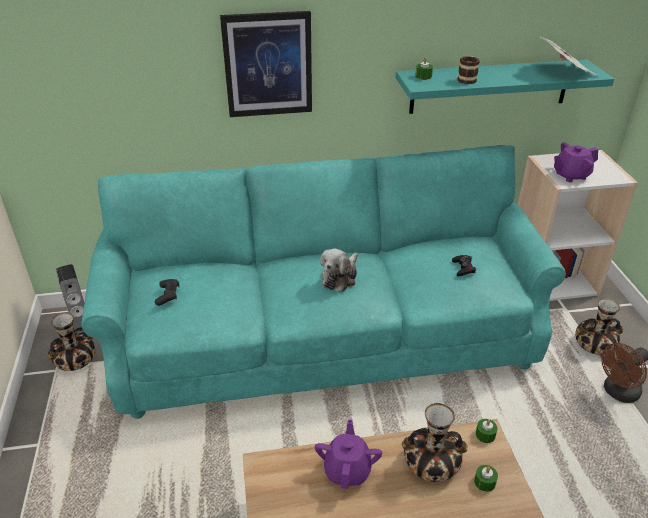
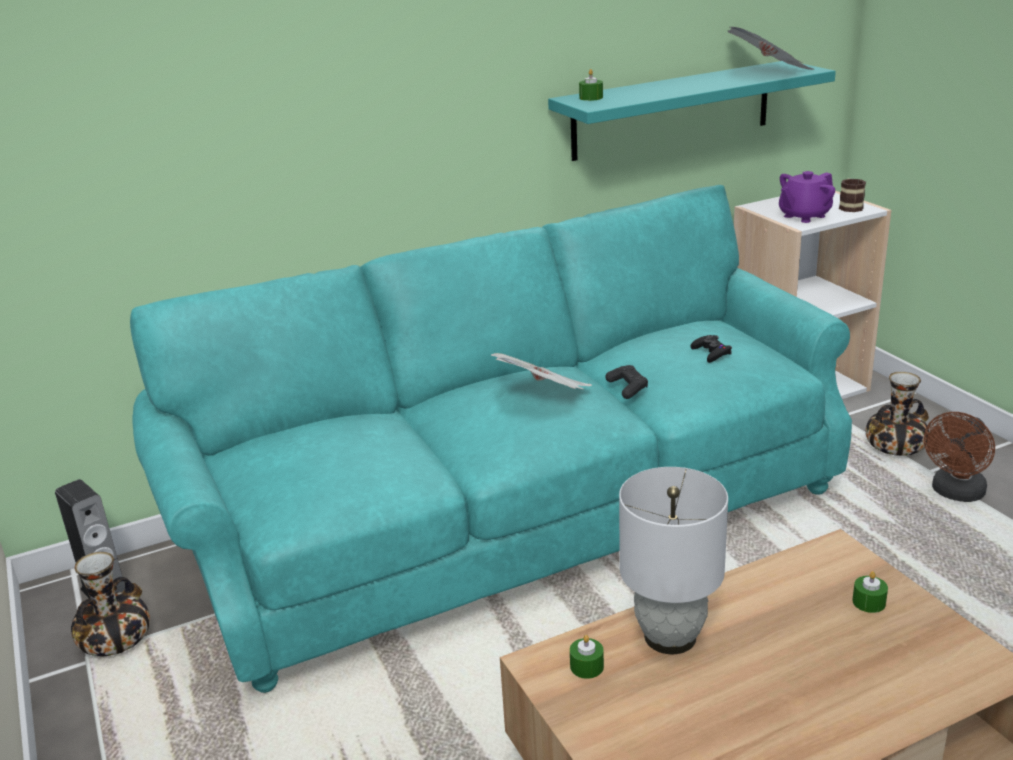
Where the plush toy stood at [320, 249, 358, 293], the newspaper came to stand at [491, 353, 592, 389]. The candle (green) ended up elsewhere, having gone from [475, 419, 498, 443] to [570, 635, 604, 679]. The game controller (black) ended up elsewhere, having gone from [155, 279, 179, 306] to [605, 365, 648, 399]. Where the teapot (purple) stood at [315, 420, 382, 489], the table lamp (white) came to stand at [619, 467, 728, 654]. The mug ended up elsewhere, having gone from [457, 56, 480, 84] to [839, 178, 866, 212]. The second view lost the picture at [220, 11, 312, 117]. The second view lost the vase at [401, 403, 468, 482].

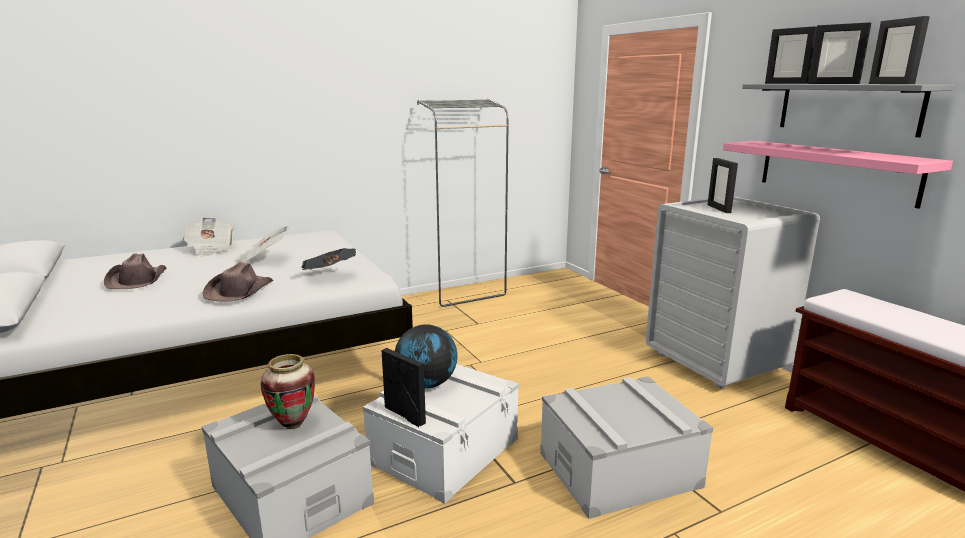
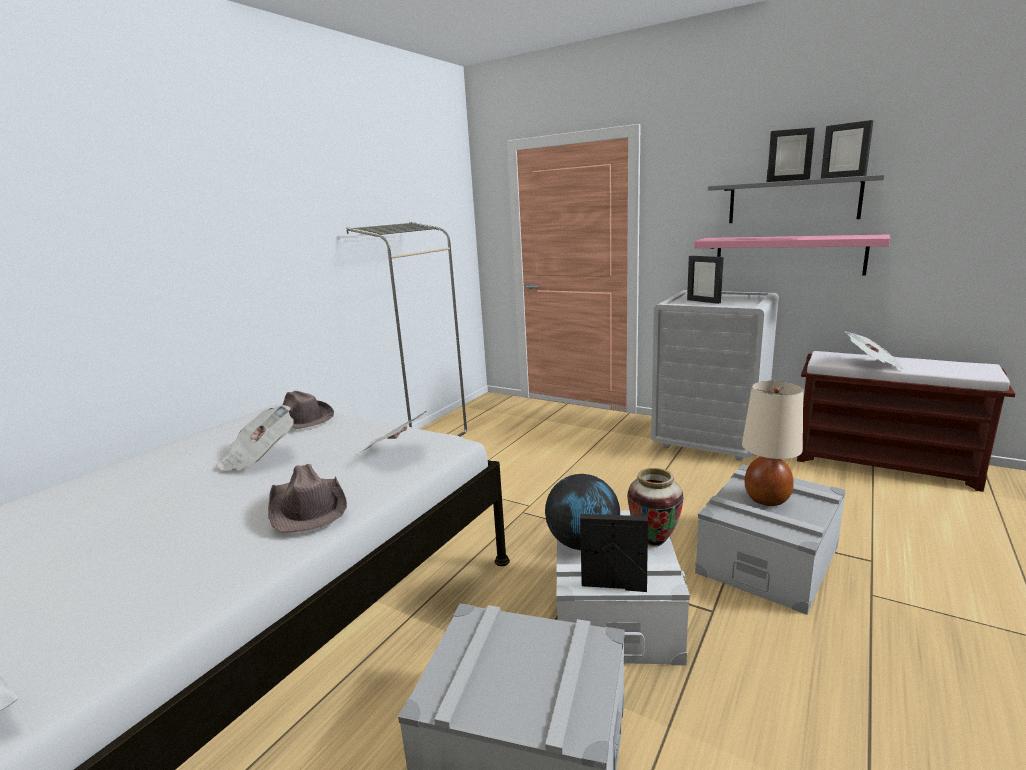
The hat (brown) ended up elsewhere, having gone from [104, 253, 167, 289] to [270, 391, 334, 429]. The vase ended up elsewhere, having gone from [261, 354, 315, 429] to [627, 468, 684, 547]. The second view gained the table lamp (beige) at [742, 381, 803, 506]. The newspaper ended up elsewhere, having gone from [183, 217, 234, 257] to [844, 331, 904, 369]. The second view lost the picture frame at [765, 26, 817, 84].

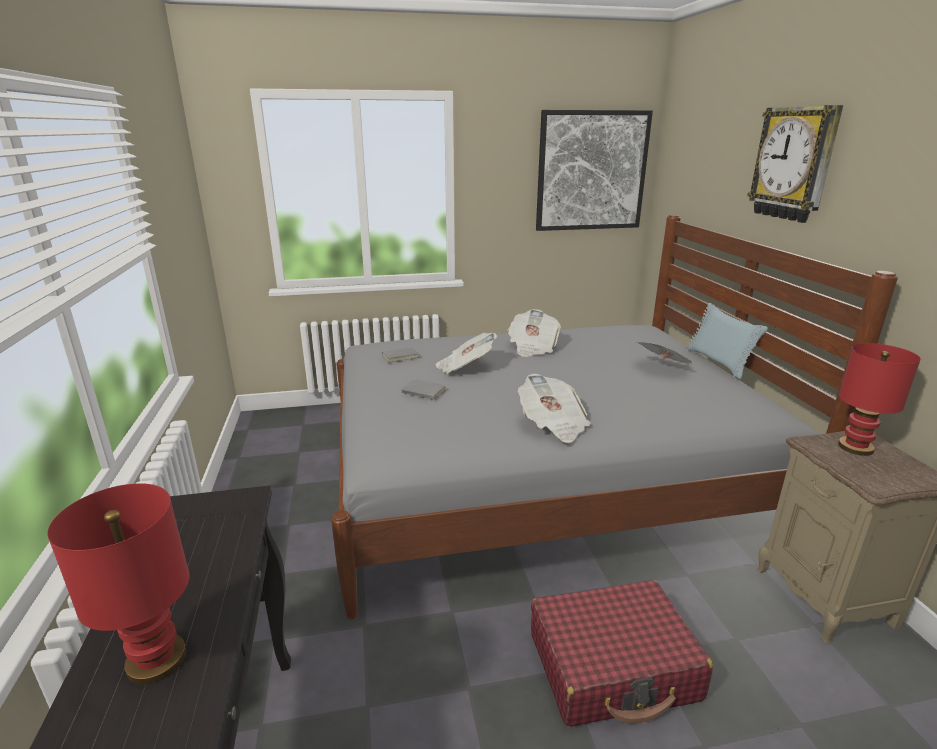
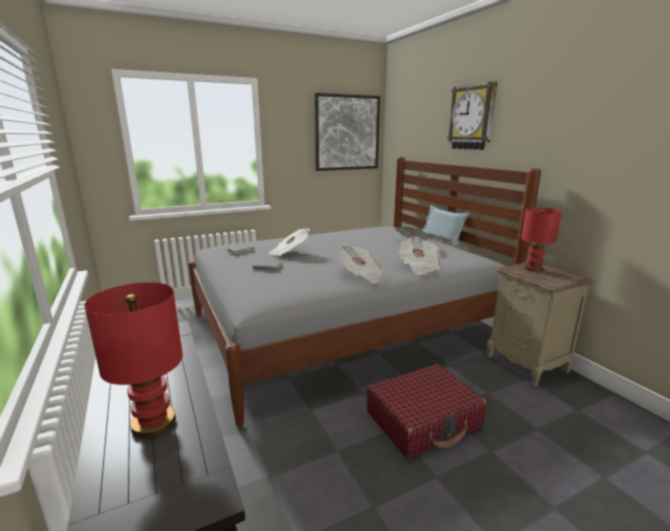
The newspaper ended up elsewhere, having gone from [507, 309, 561, 357] to [398, 237, 441, 275].

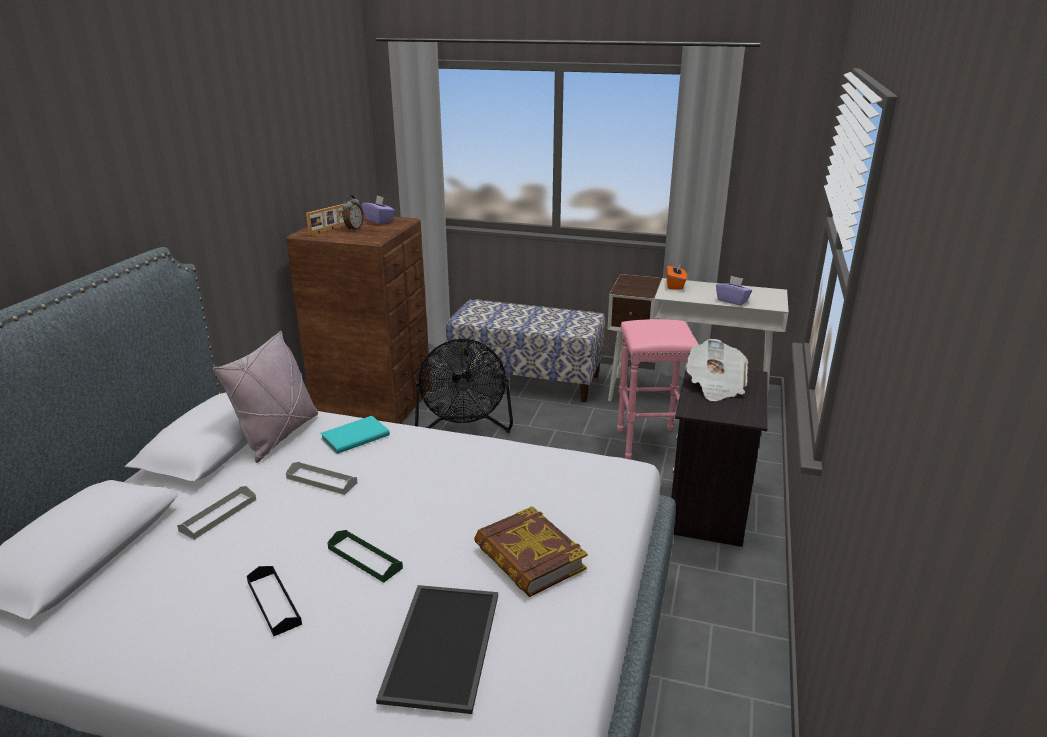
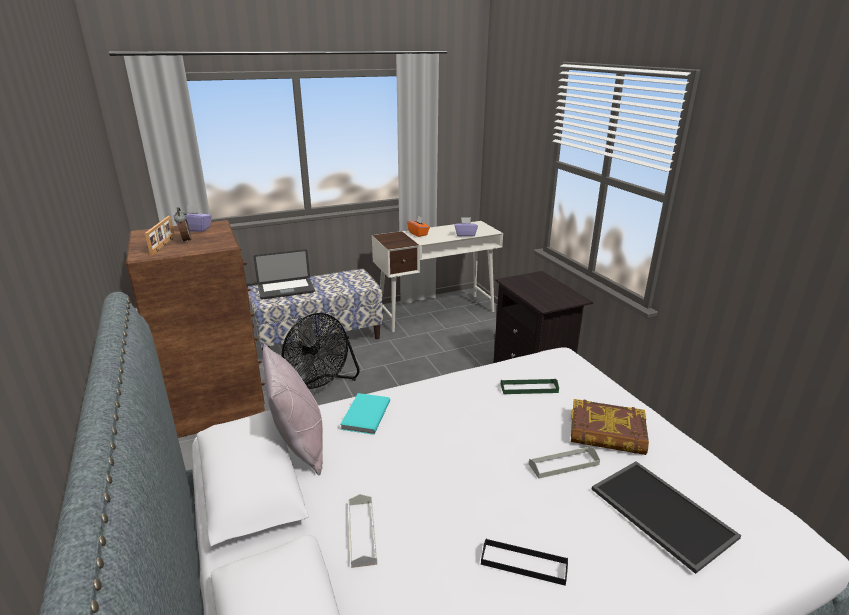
The second view gained the laptop at [254, 249, 315, 299]. The tray (green) ended up elsewhere, having gone from [327, 530, 403, 583] to [501, 378, 559, 394]. The tray (grey) ended up elsewhere, having gone from [286, 462, 357, 495] to [529, 446, 600, 479]. The second view lost the stool (pink) at [617, 319, 699, 459]. The second view lost the newspaper at [685, 339, 748, 401].

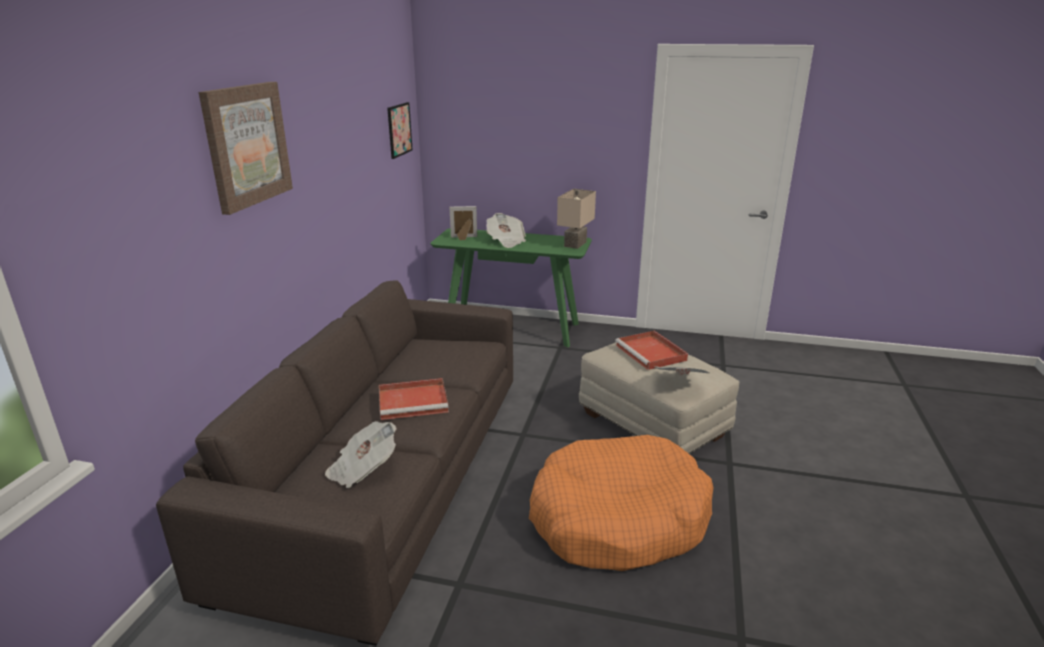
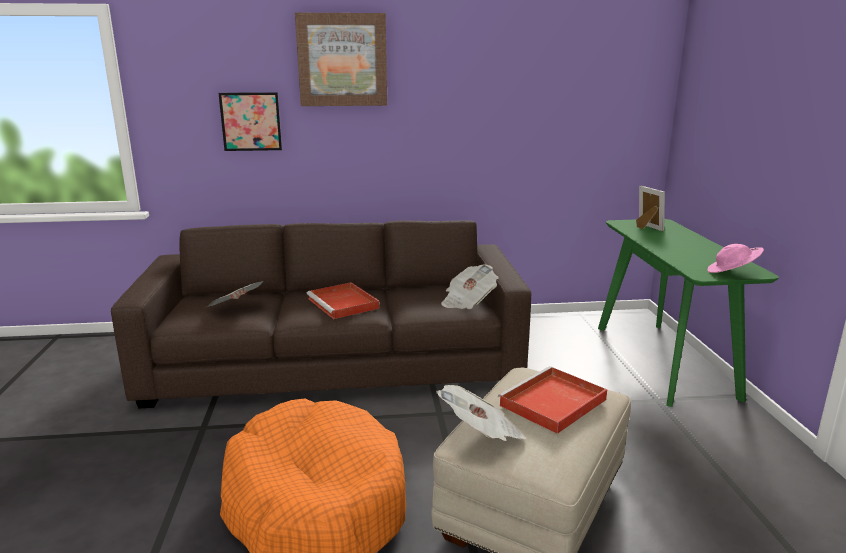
The picture ended up elsewhere, having gone from [387, 102, 413, 159] to [218, 92, 282, 151]. The newspaper ended up elsewhere, having gone from [486, 213, 526, 248] to [441, 264, 498, 309]. Where the table lamp (beige) stood at [557, 189, 596, 249], the hat (pink) came to stand at [707, 244, 764, 273].

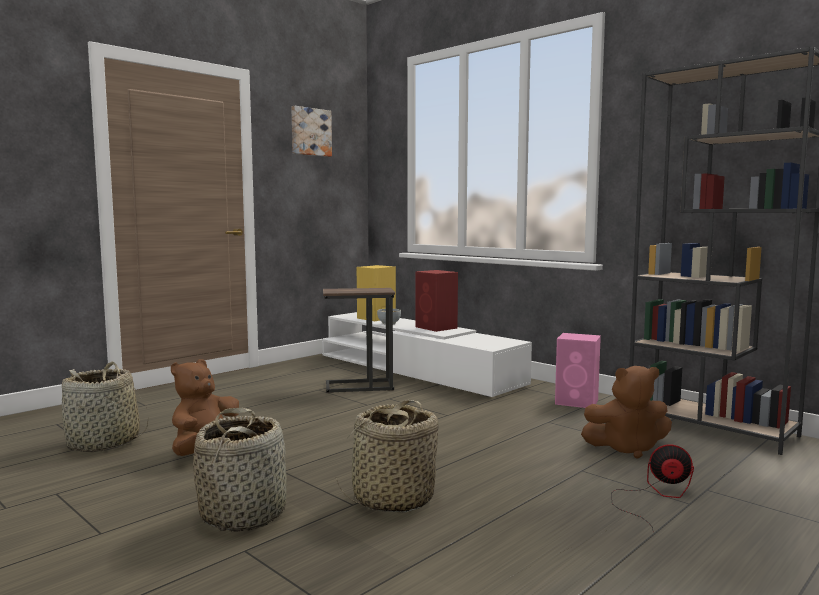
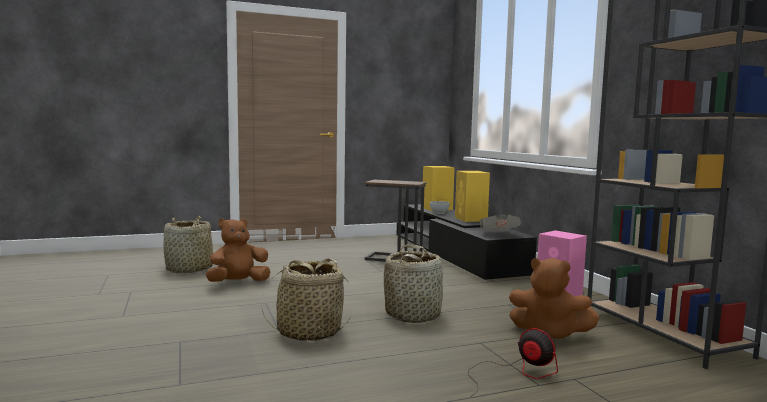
The basket ended up elsewhere, having gone from [193, 408, 287, 532] to [384, 244, 443, 323]. What was the tv stand (white) at [322, 312, 532, 397] turned into the tv stand (black) at [397, 204, 537, 280]. What was the speaker (red) at [415, 270, 458, 332] turned into the speaker (yellow) at [455, 171, 490, 222]. The second view gained the newspaper at [480, 214, 522, 231]. The second view lost the picture at [291, 106, 332, 157].

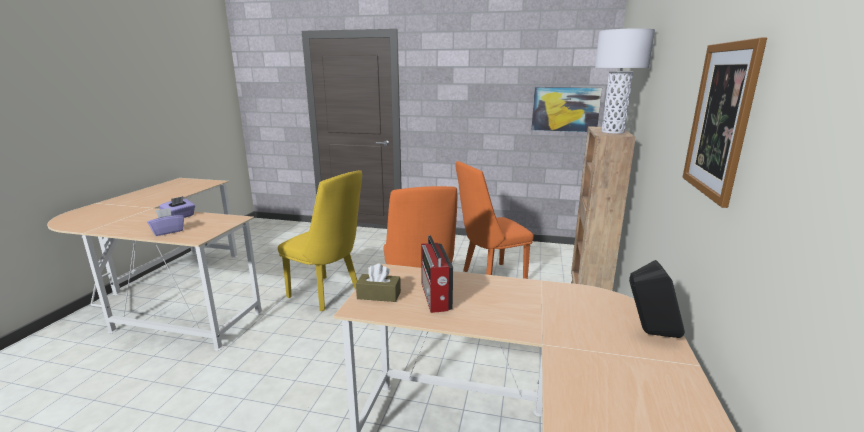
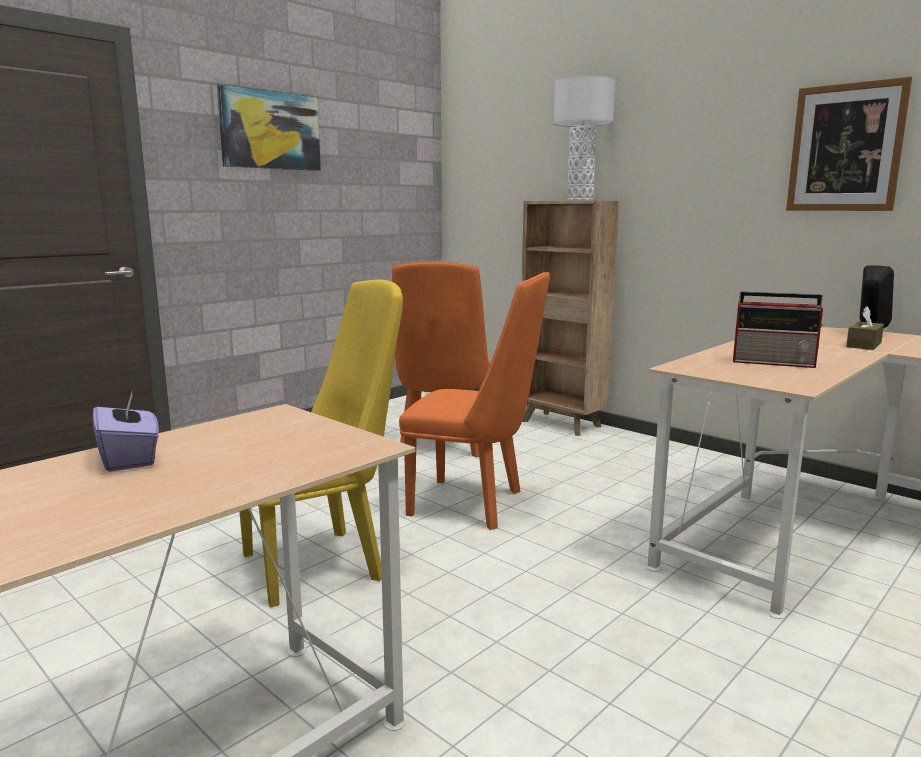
The picture ended up elsewhere, having gone from [532, 87, 602, 132] to [217, 84, 321, 171]. The tissue box (brown) ended up elsewhere, having gone from [356, 264, 401, 302] to [846, 306, 884, 350]. The second view lost the tissue box (purple) at [147, 208, 184, 236].

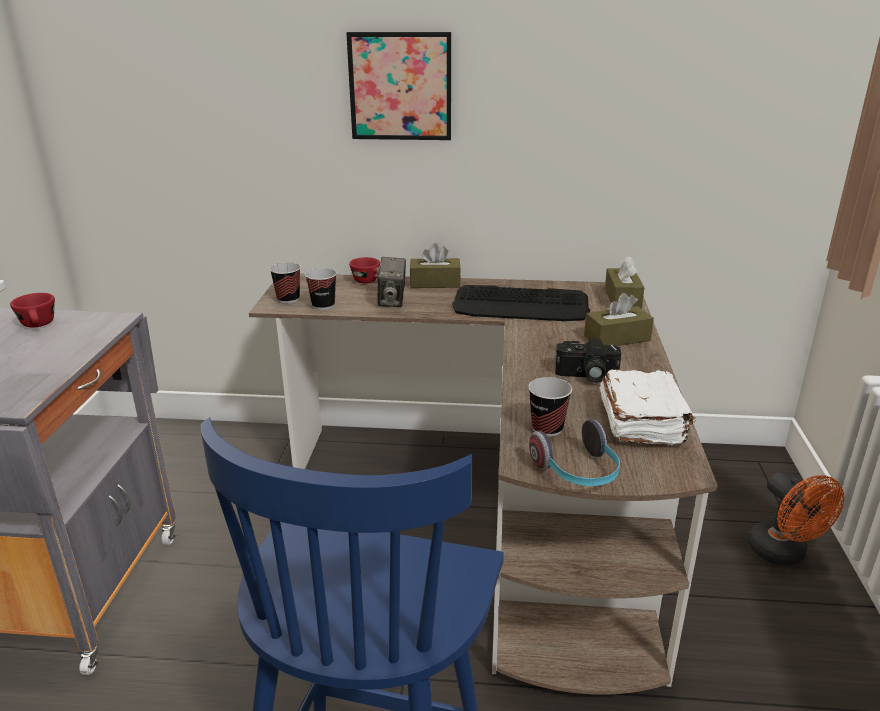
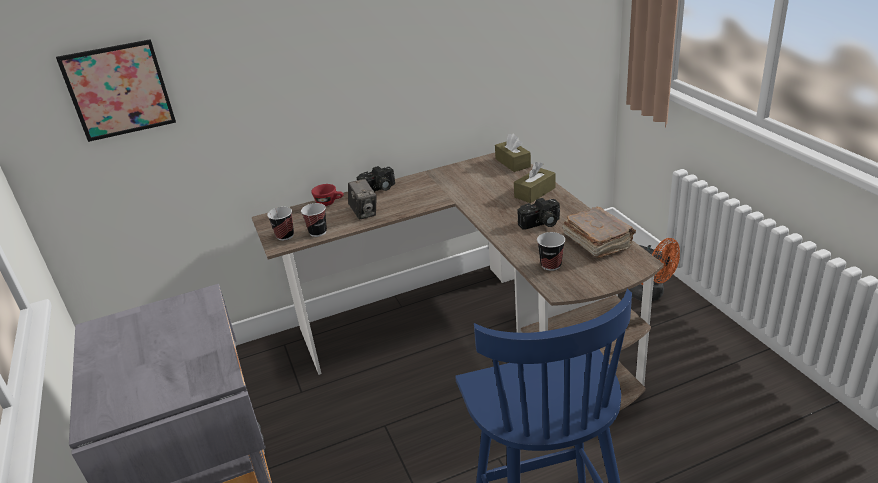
The picture ended up elsewhere, having gone from [346, 32, 451, 140] to [56, 39, 176, 142]. Where the tissue box (brown) stood at [410, 243, 461, 288], the photo camera came to stand at [356, 166, 395, 192]. What was the book (white) at [600, 369, 696, 445] turned into the book (brown) at [563, 207, 636, 258]. The second view lost the cup (red) at [10, 293, 55, 328]. The second view lost the keyboard at [452, 285, 590, 321]. The second view lost the headphones at [529, 419, 620, 486].

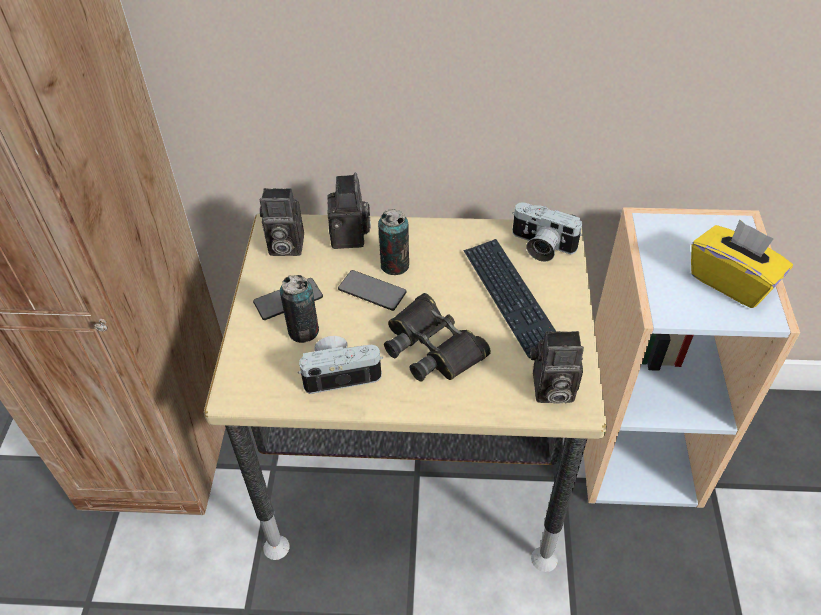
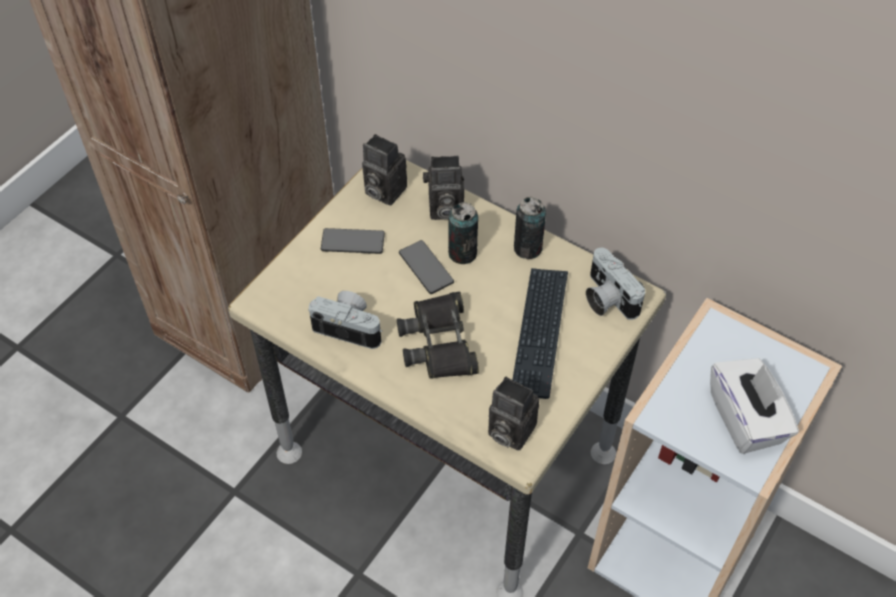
The photo camera at [327, 173, 371, 249] ended up facing another way, 60 degrees clockwise from before. The can ended up elsewhere, having gone from [280, 275, 319, 343] to [514, 197, 546, 259]. What was the tissue box (yellow) at [691, 219, 793, 308] turned into the tissue box (white) at [710, 358, 799, 454].

